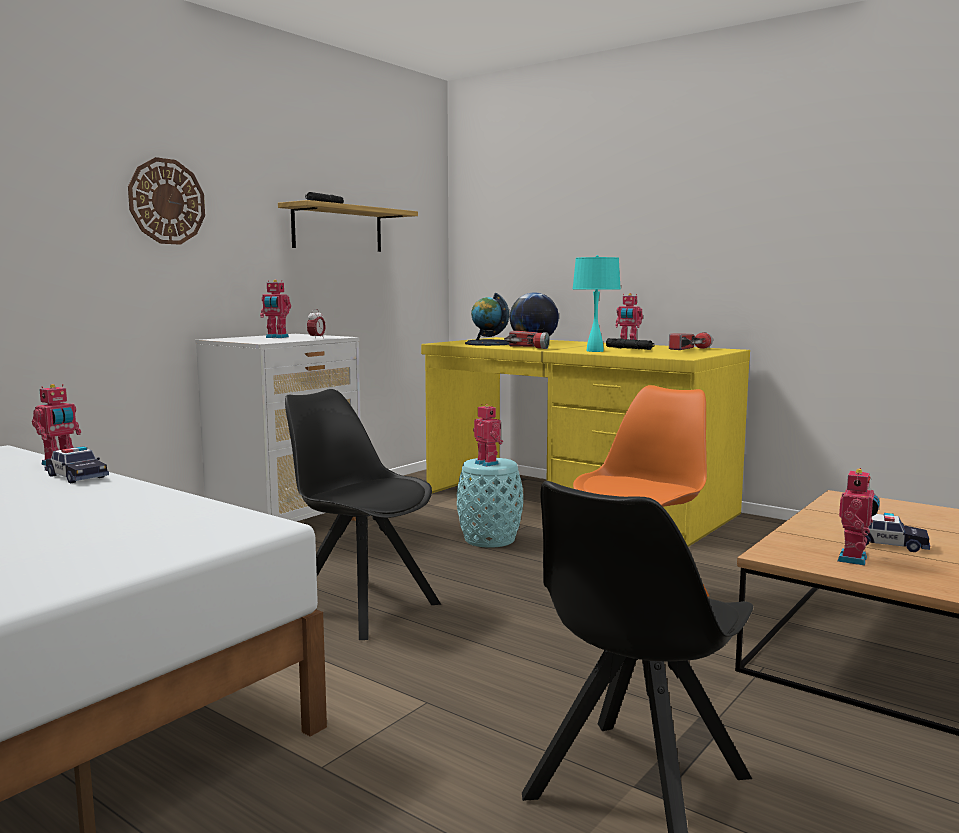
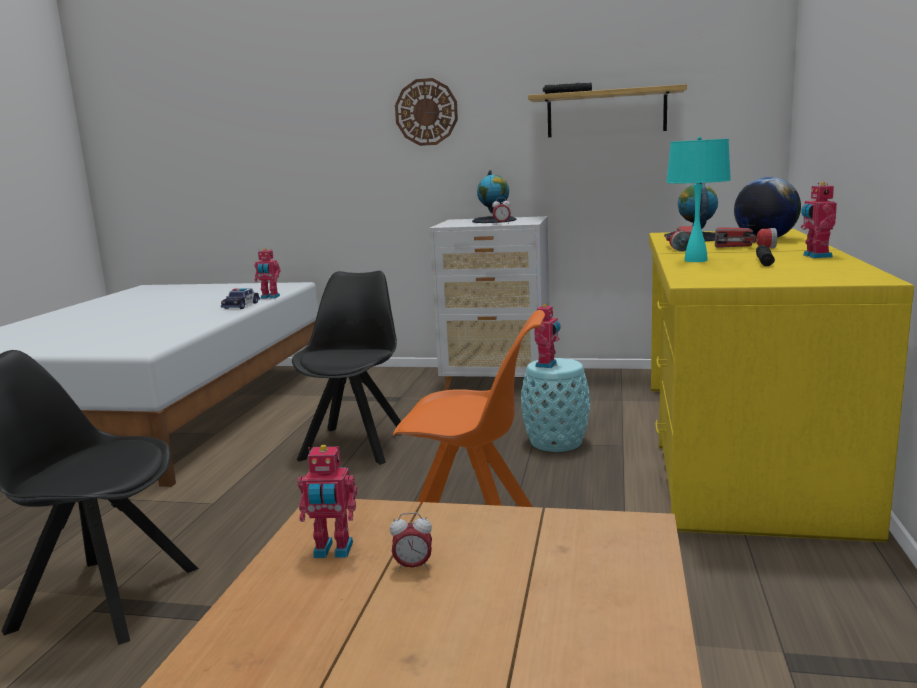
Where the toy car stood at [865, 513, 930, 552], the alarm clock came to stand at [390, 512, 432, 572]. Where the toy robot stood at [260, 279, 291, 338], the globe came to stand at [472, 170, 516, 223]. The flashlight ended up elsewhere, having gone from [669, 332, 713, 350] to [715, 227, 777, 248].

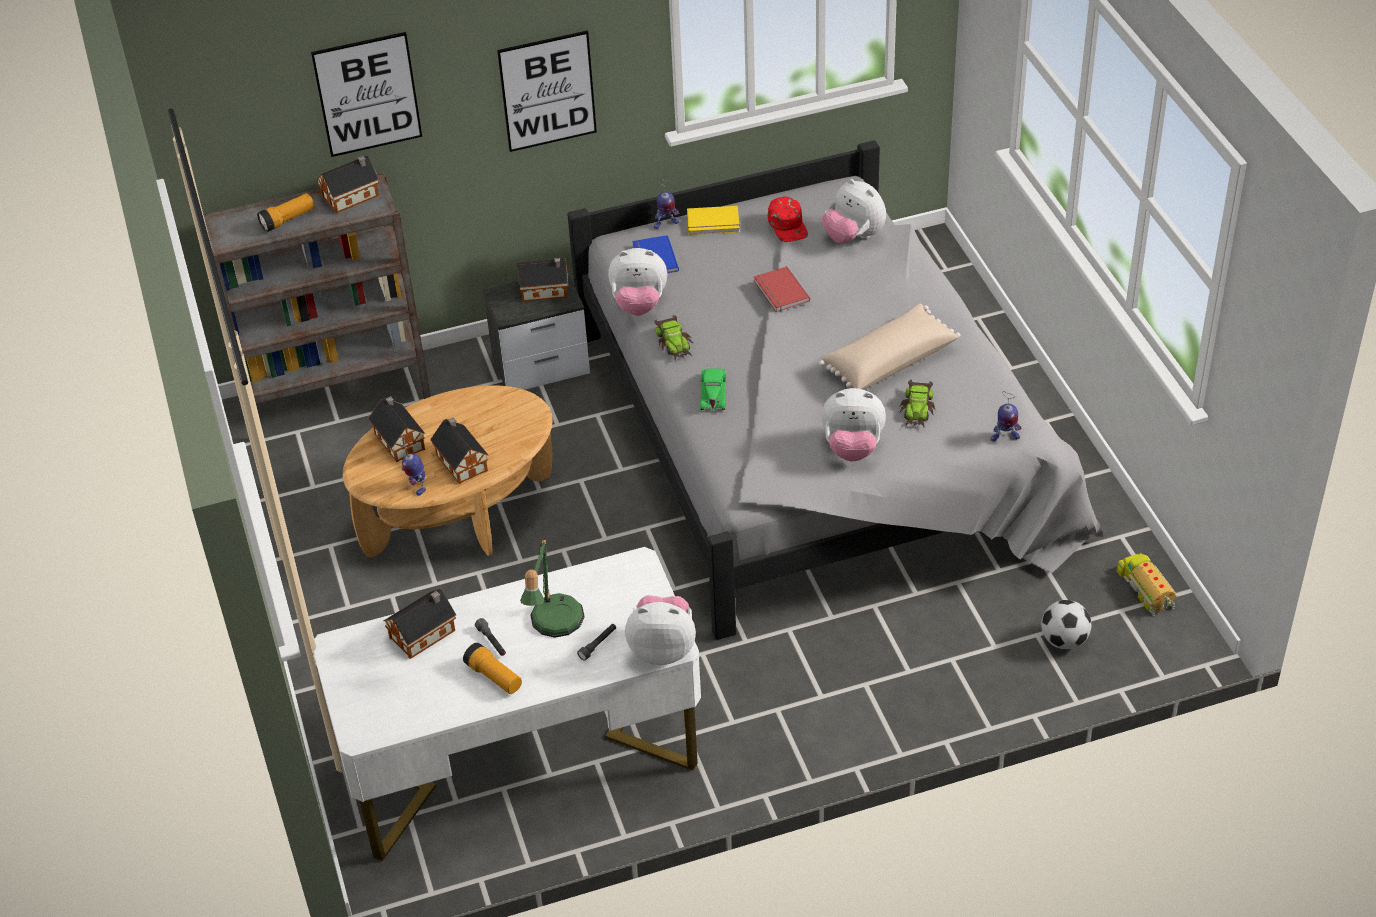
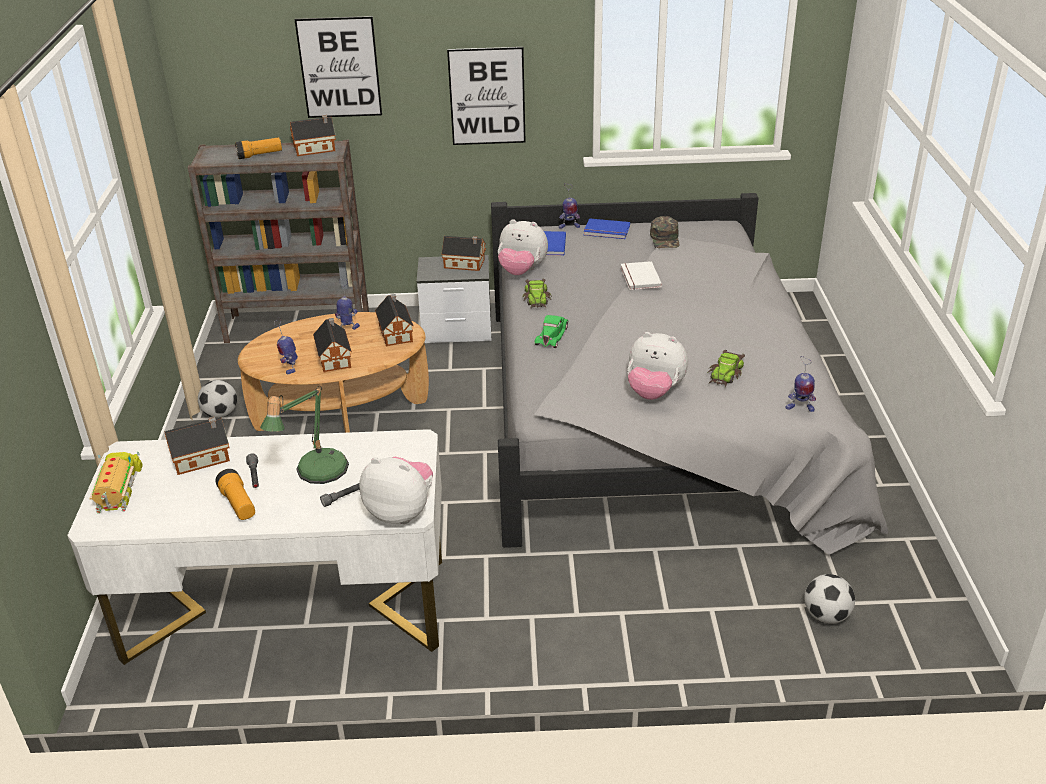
The toy truck ended up elsewhere, having gone from [1116, 552, 1178, 616] to [89, 452, 143, 514]. The second view gained the football at [198, 380, 237, 418]. The second view gained the toy robot at [335, 279, 360, 330]. The toy house ended up elsewhere, having gone from [368, 396, 425, 463] to [375, 294, 414, 347]. What was the book (yellow) at [687, 206, 740, 235] turned into the book (blue) at [583, 218, 630, 239]. What was the book (red) at [754, 266, 810, 312] turned into the book (white) at [621, 261, 662, 290]. What was the cap (red) at [768, 196, 808, 242] turned into the cap (green) at [650, 216, 680, 248]. The second view lost the pillow (beige) at [819, 303, 960, 390]. The second view lost the plush toy at [822, 179, 886, 244].

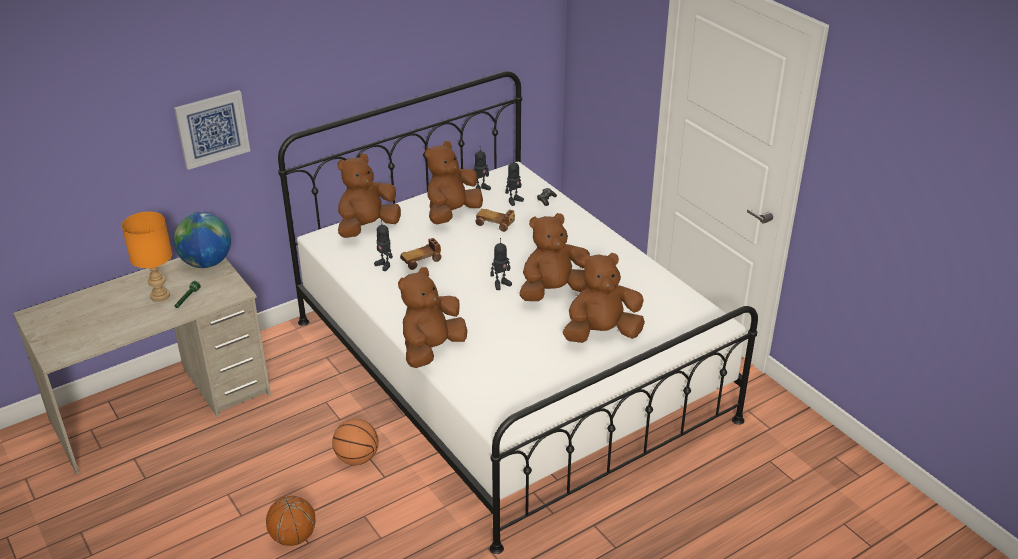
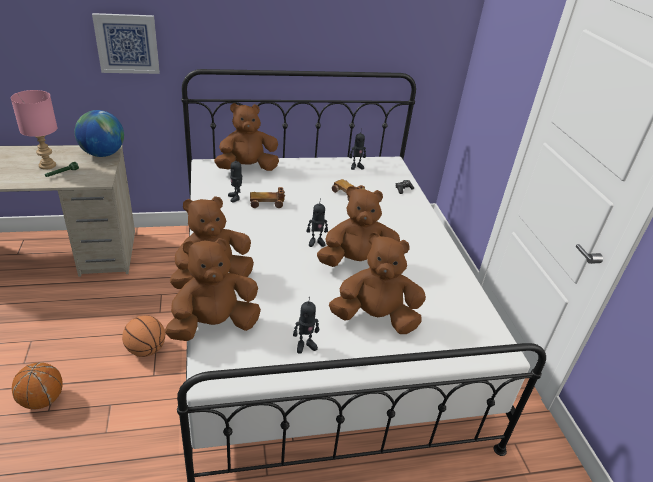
What was the table lamp (orange) at [122, 212, 172, 302] turned into the table lamp (pink) at [11, 90, 57, 170]. The plush toy (brown) ended up elsewhere, having gone from [425, 141, 483, 224] to [165, 238, 261, 341]. The toy robot ended up elsewhere, having gone from [505, 162, 524, 206] to [293, 297, 319, 354].

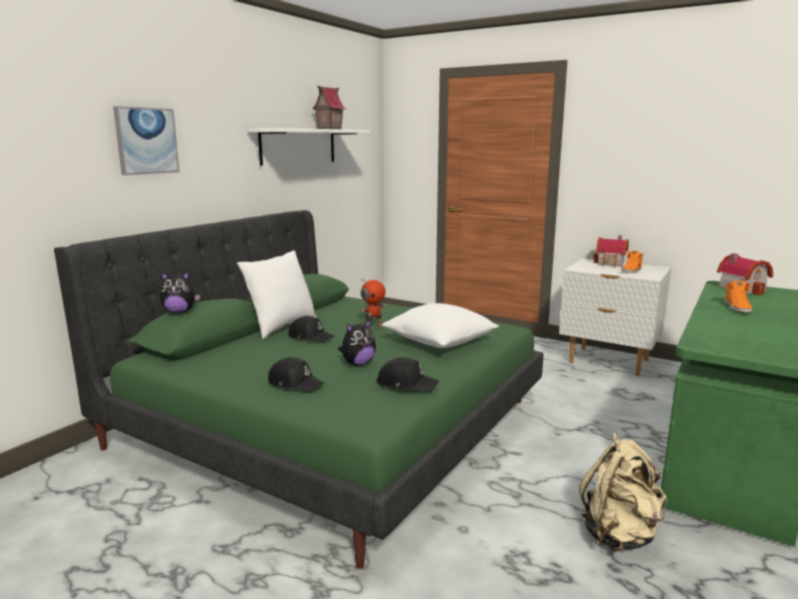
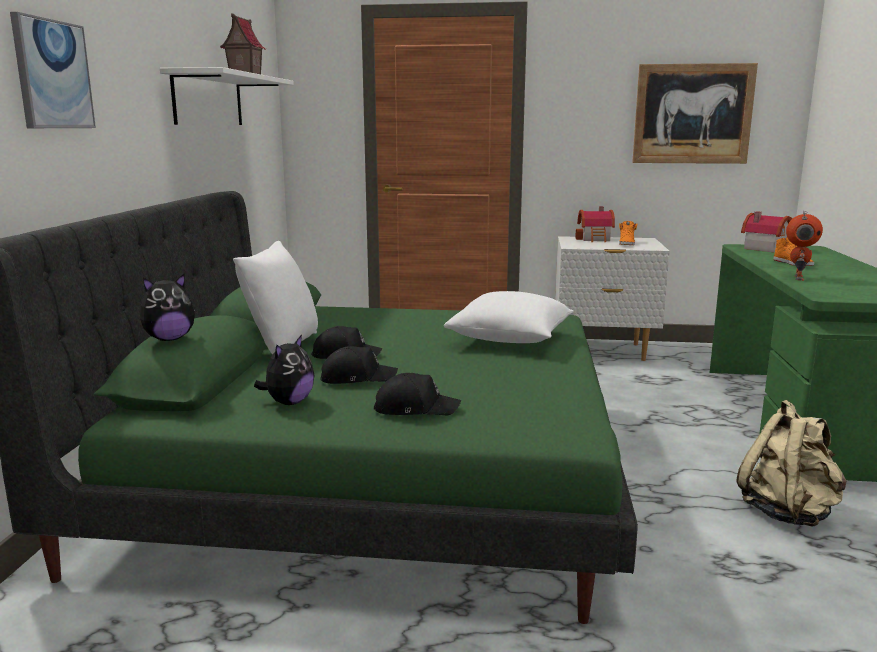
The plush toy ended up elsewhere, having gone from [338, 319, 376, 366] to [254, 335, 315, 405]. The cap (black) ended up elsewhere, having gone from [377, 357, 439, 391] to [320, 346, 398, 384]. The second view gained the picture at [632, 63, 758, 164]. The toy robot ended up elsewhere, having gone from [361, 278, 386, 329] to [786, 210, 823, 281].

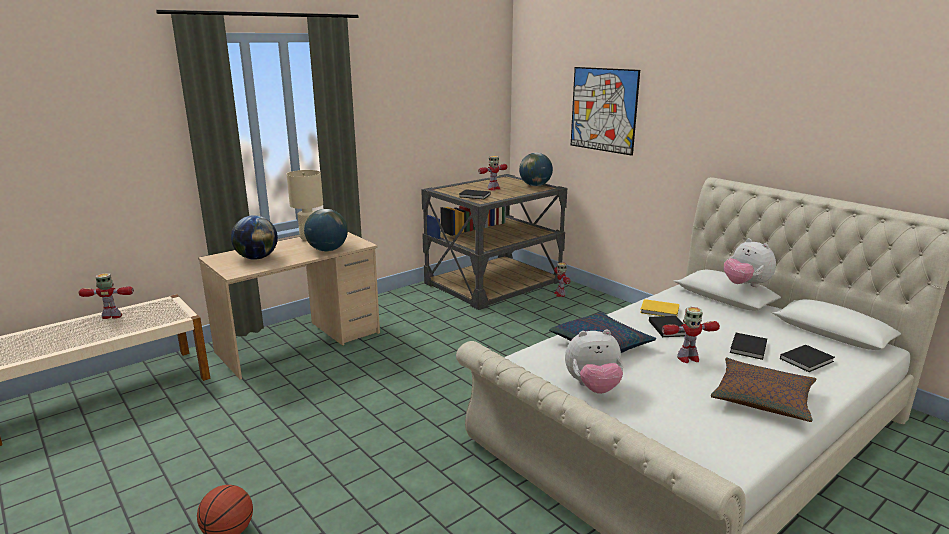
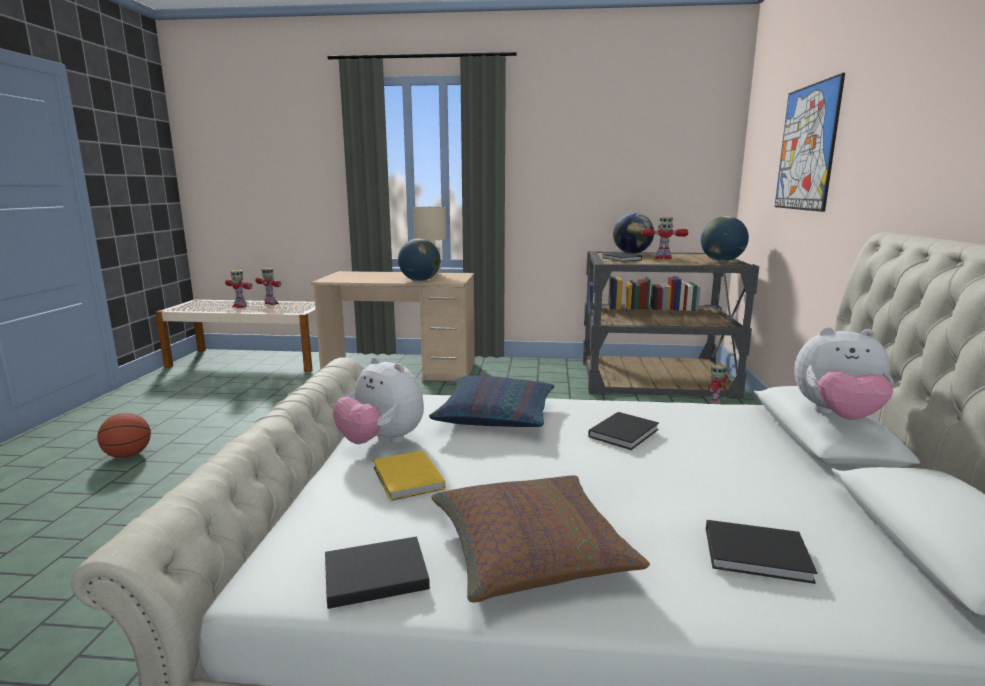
The toy robot ended up elsewhere, having gone from [662, 307, 720, 363] to [225, 270, 252, 308]. The book (black) ended up elsewhere, having gone from [730, 333, 767, 360] to [325, 536, 430, 609]. The book (yellow) ended up elsewhere, having gone from [640, 299, 679, 316] to [373, 451, 446, 501]. The globe ended up elsewhere, having gone from [231, 215, 278, 260] to [613, 213, 654, 254]. The plush toy at [724, 238, 776, 287] ended up facing another way, 90 degrees counterclockwise from before.

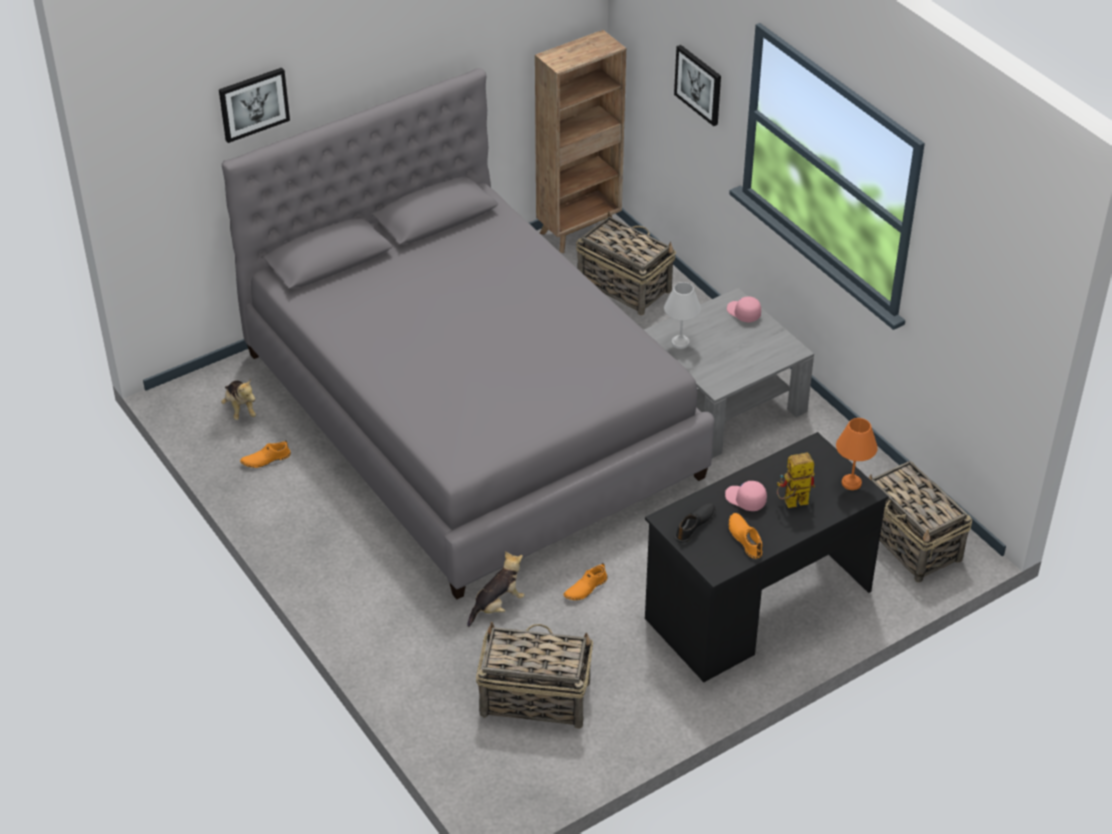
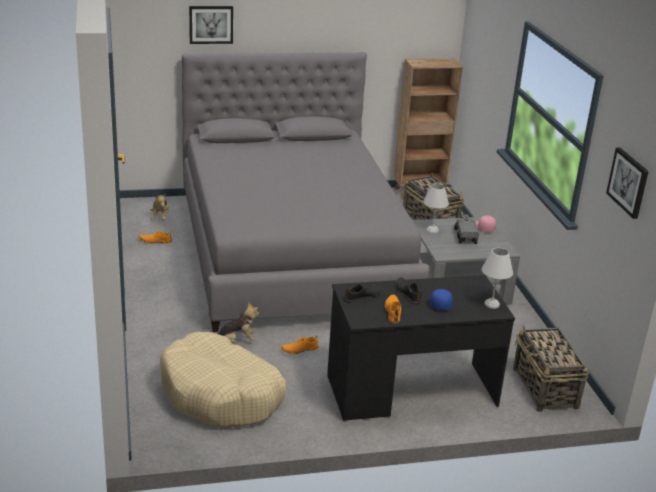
Where the basket stood at [476, 622, 593, 729], the dog bed (beige) came to stand at [160, 332, 287, 427]. Where the cap (pink) stood at [725, 481, 767, 511], the shoe (black) came to stand at [396, 277, 421, 304]. Where the toy robot stood at [777, 452, 815, 508], the cap (blue) came to stand at [430, 289, 453, 310]. The second view gained the toy truck at [454, 213, 479, 244]. What was the table lamp (orange) at [836, 418, 878, 490] turned into the table lamp (white) at [482, 248, 513, 309]. The picture ended up elsewhere, having gone from [674, 45, 721, 126] to [606, 148, 649, 219].

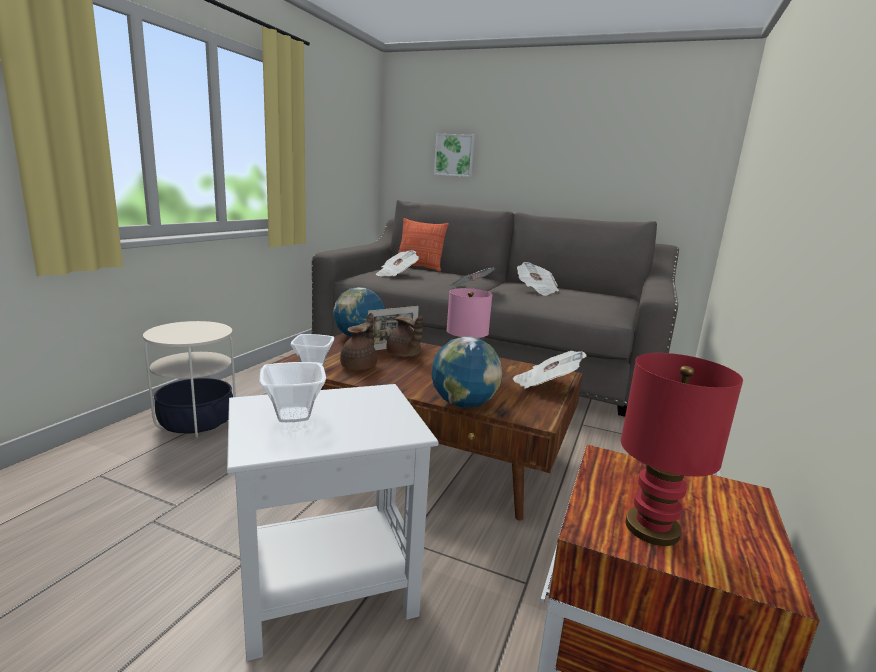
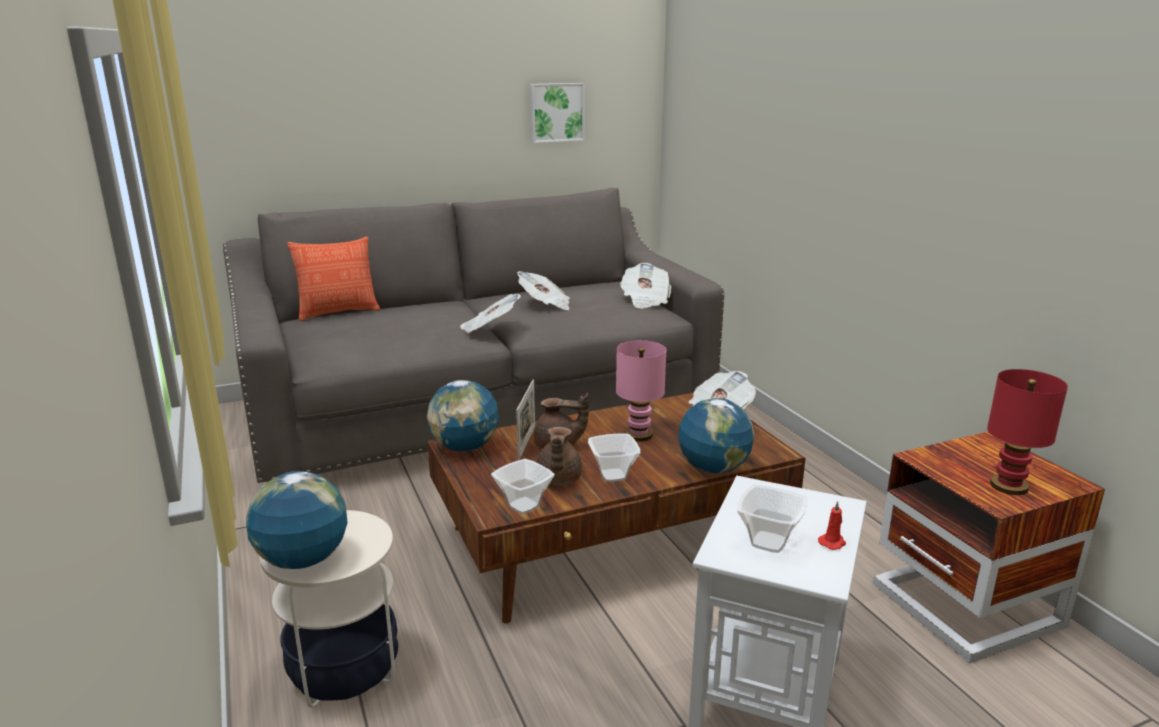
The second view gained the globe at [246, 471, 348, 569]. The picture ended up elsewhere, having gone from [434, 134, 475, 177] to [530, 83, 585, 143]. The teapot (brown) at [340, 313, 377, 370] ended up facing another way, 150 degrees counterclockwise from before. The second view gained the bowl at [588, 433, 640, 482]. The newspaper ended up elsewhere, having gone from [376, 250, 419, 276] to [620, 263, 671, 309]. The second view gained the candle (red) at [818, 501, 846, 550].

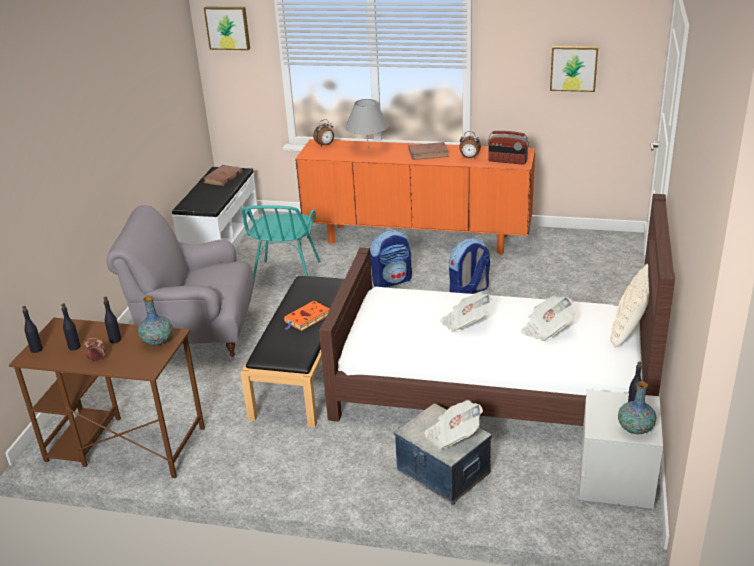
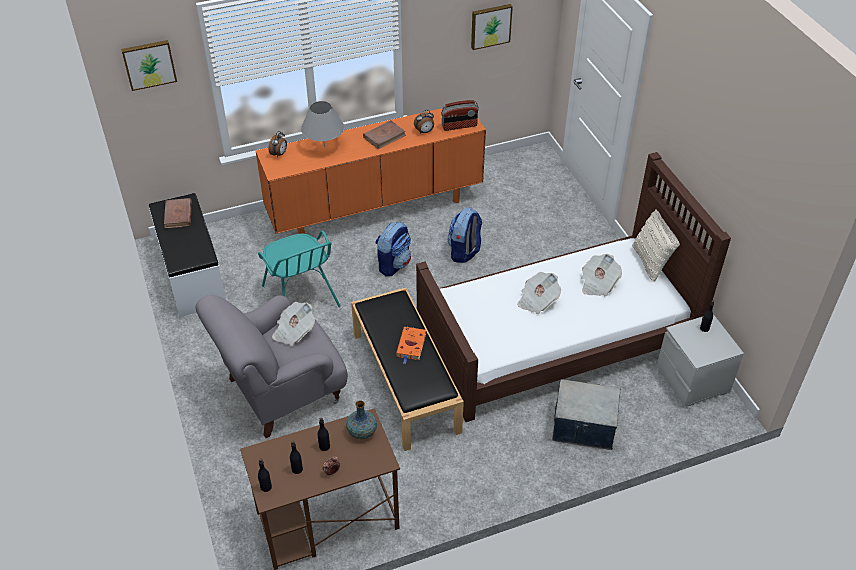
The newspaper ended up elsewhere, having gone from [424, 400, 483, 450] to [272, 302, 315, 346]. The second view lost the vase at [618, 381, 656, 434].

